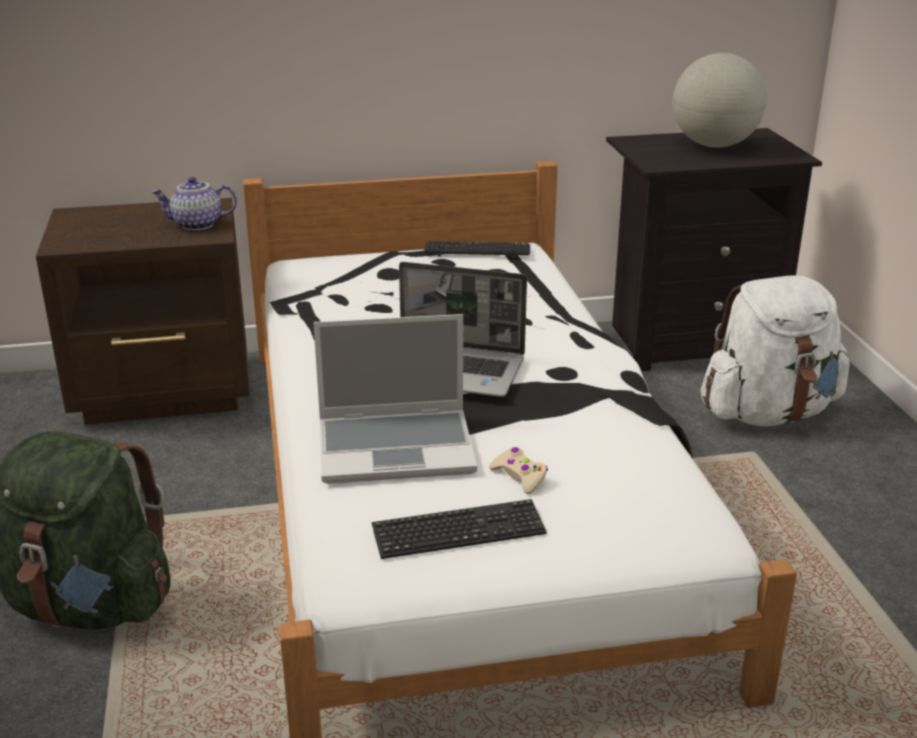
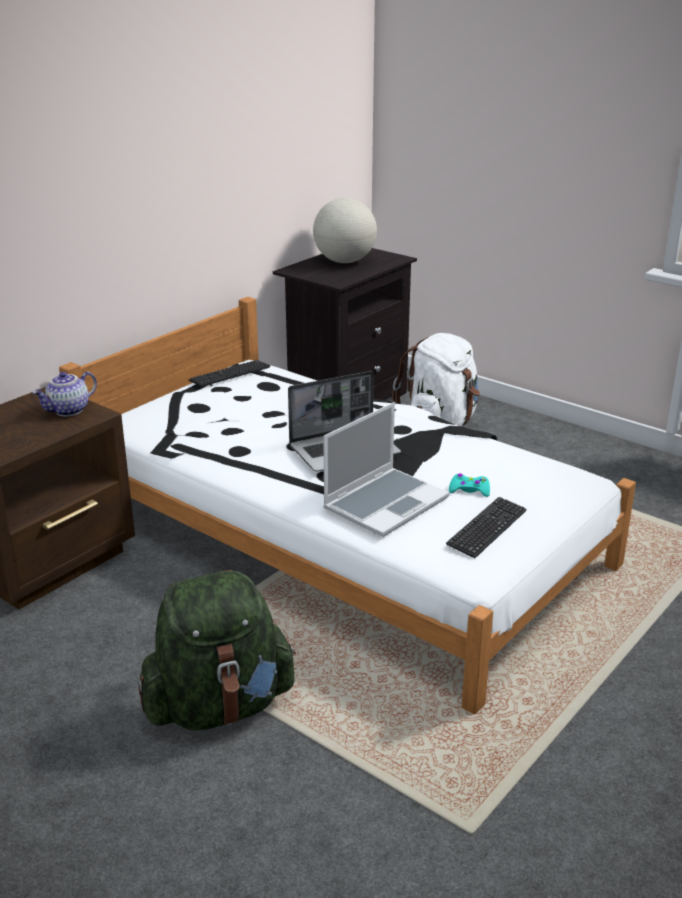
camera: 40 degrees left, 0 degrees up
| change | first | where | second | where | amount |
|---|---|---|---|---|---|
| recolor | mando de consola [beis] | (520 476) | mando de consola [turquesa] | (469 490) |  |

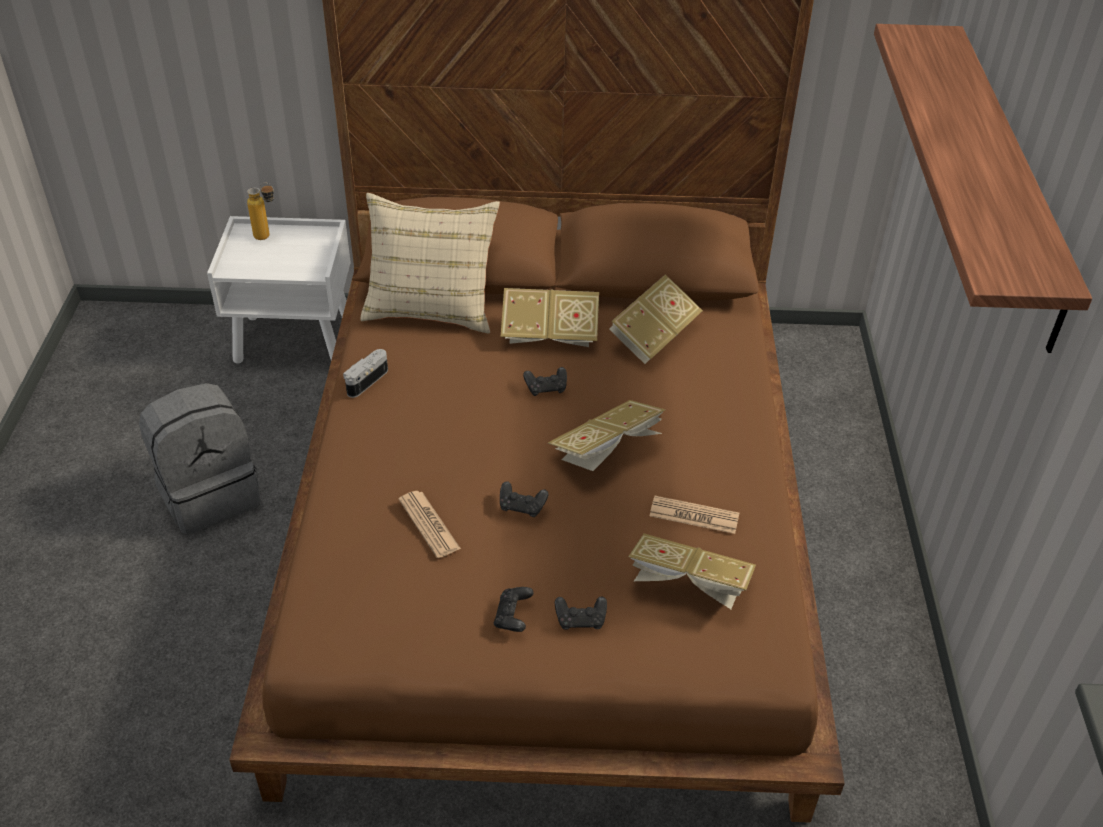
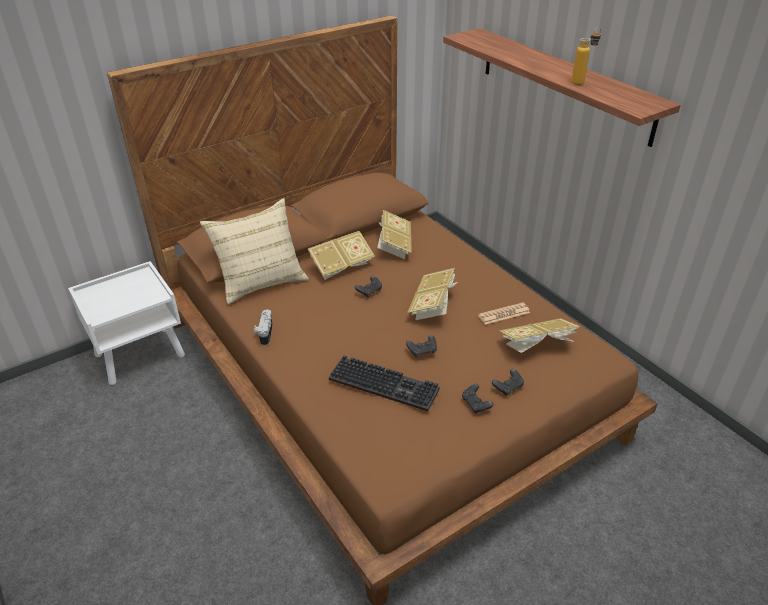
camera: 35 degrees left, 5 degrees down
| change | first | where | second | where | amount |
|---|---|---|---|---|---|
| replace | periódico | (429 524) | teclado | (386 384) |  |
| move | botella | (268 237) |  | (582 82) |  |
| delete | mochila [gris] | (210 494) |  |  |  |

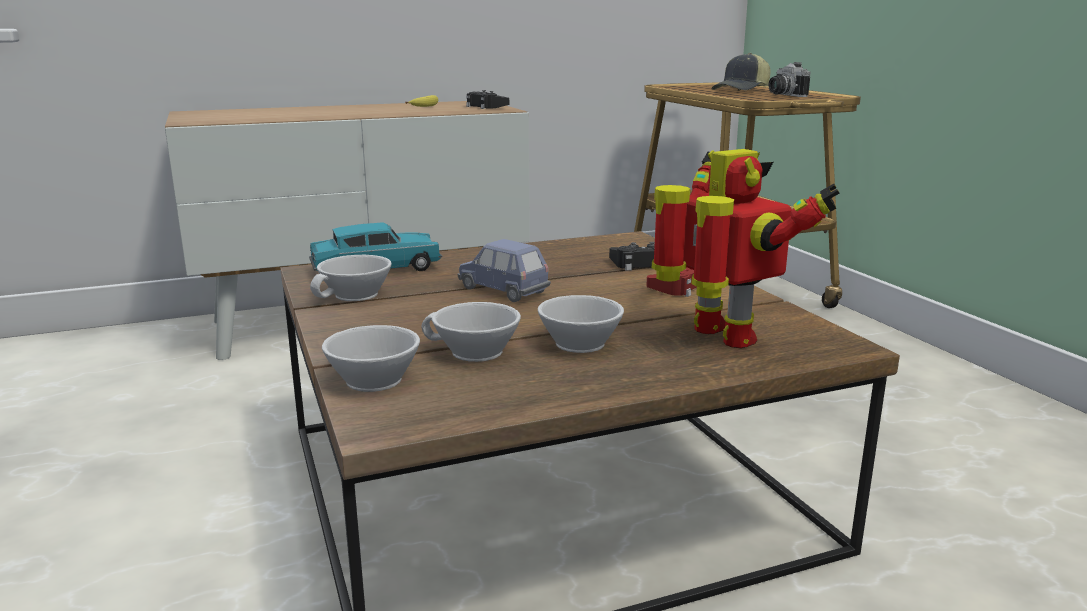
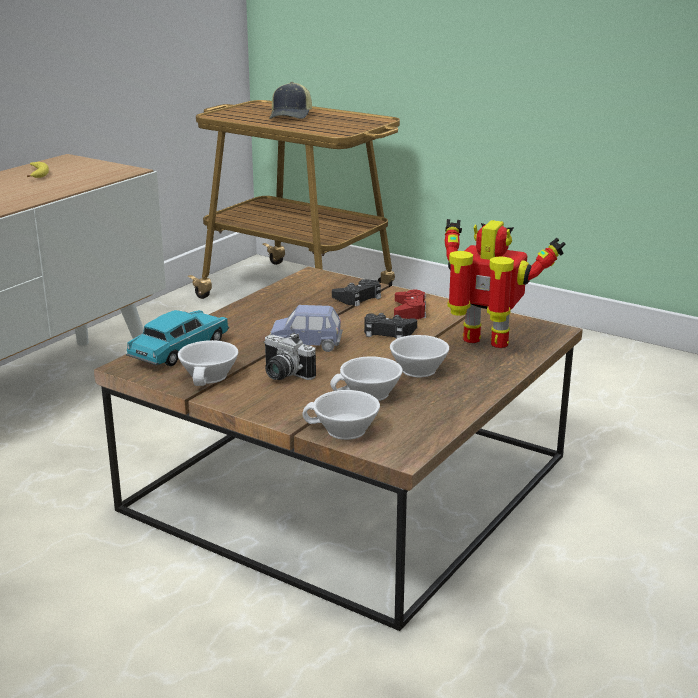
camera: 35 degrees left, 5 degrees up
| change | first | where | second | where | amount |
|---|---|---|---|---|---|
| move | cámara | (783 95) |  | (282 375) |  |
| move | mando de consola [negro] | (486 106) |  | (388 332) |  |

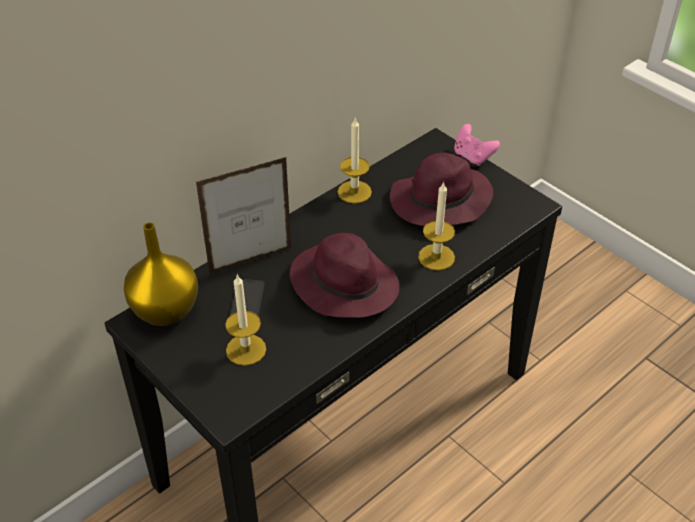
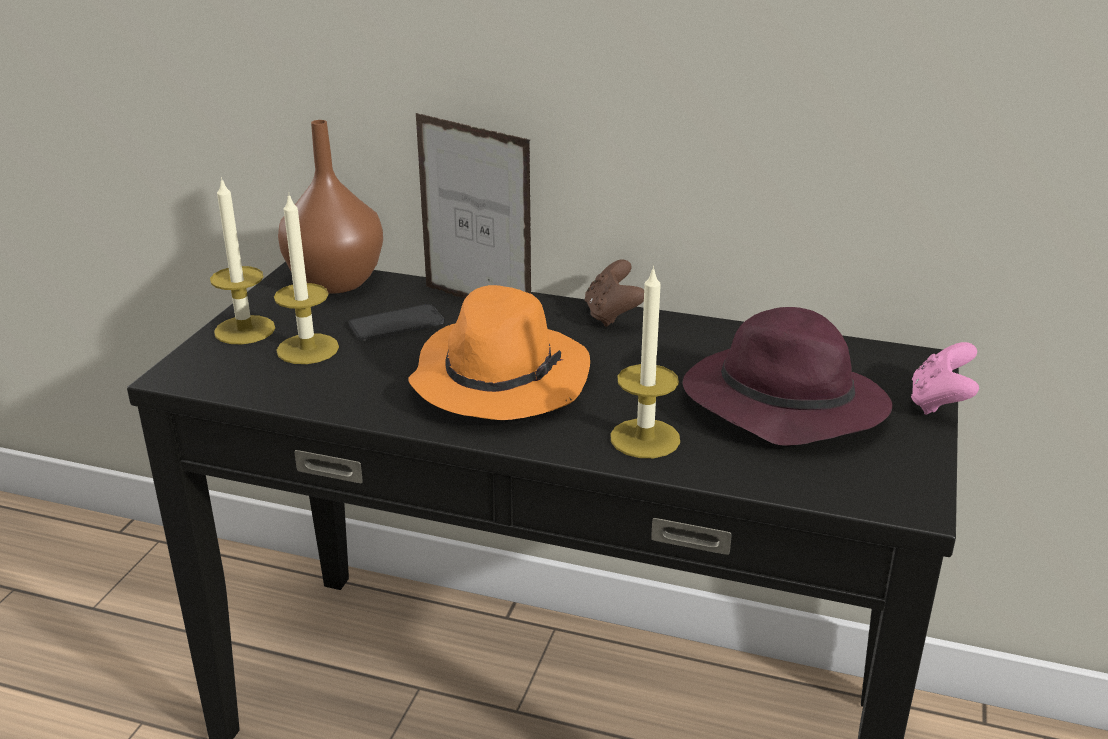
camera: 60 degrees right, 15 degrees down
| change | first | where | second | where | amount |
|---|---|---|---|---|---|
| move | vela | (354 192) |  | (244 330) |  |
| recolor | florero [amarillo] | (167 310) | florero [marrón] | (338 282) |  |
| recolor | sombrero [morado] | (343 284) | sombrero [naranja] | (499 378) |  |
| insert |  |  | mando de consola [marrón] | (612 315) |  |

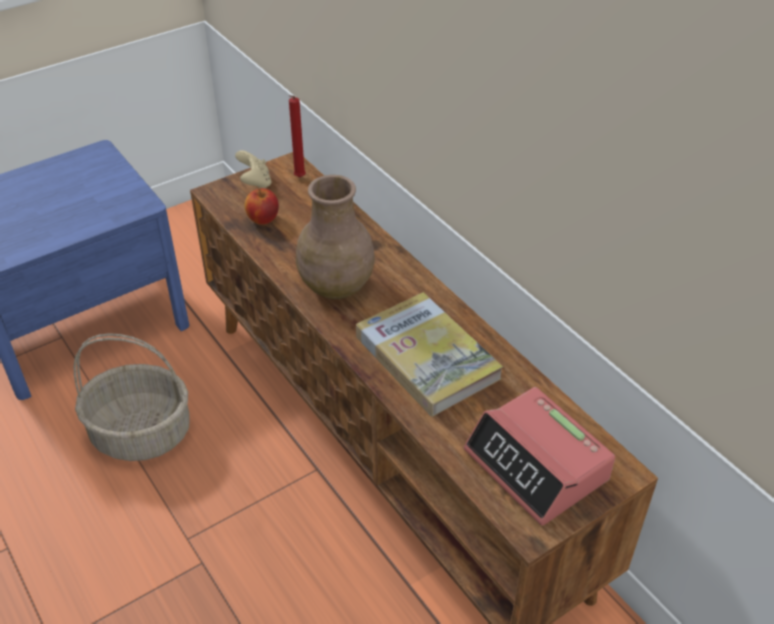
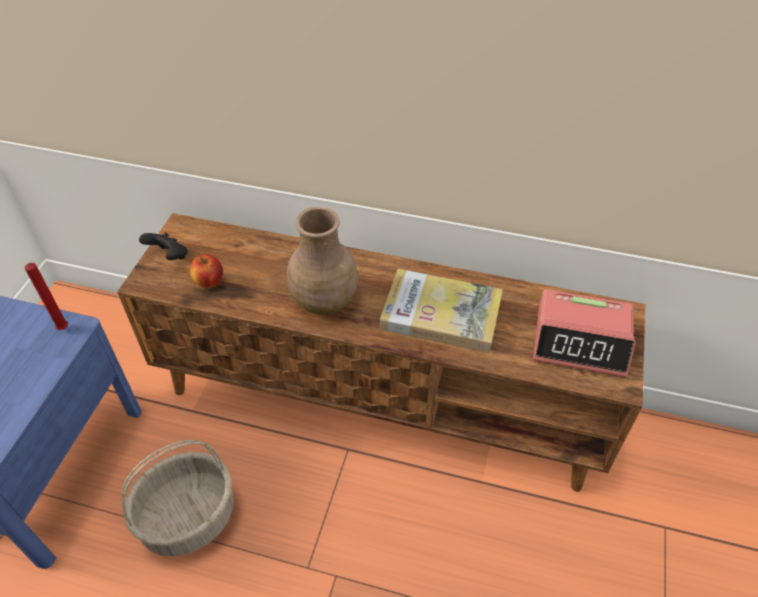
camera: 40 degrees left, 5 degrees up
| change | first | where | second | where | amount |
|---|---|---|---|---|---|
| move | vela [rojo] | (299 178) |  | (63 330) |  |
| recolor | mando de consola [beis] | (255 183) | mando de consola [negro] | (169 257) |  |

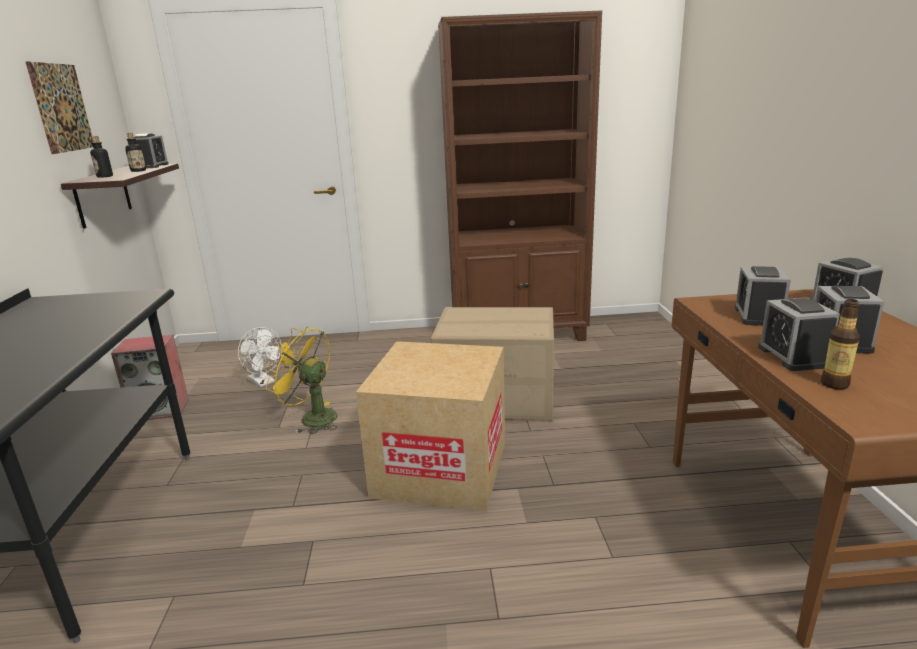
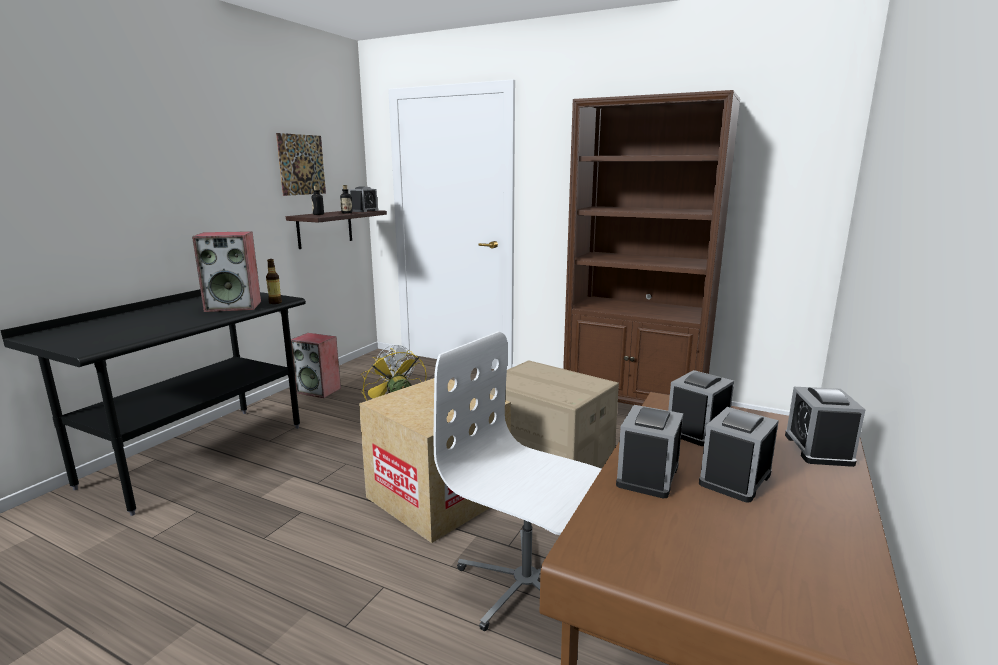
camera: 30 degrees right, 5 degrees down
| change | first | where | second | where | amount |
|---|---|---|---|---|---|
| insert |  |  | altavoz | (234 306) |  |
| move | botella | (834 384) |  | (275 302) |  |
| insert |  |  | silla de oficina [blanco] | (526 585) |  |

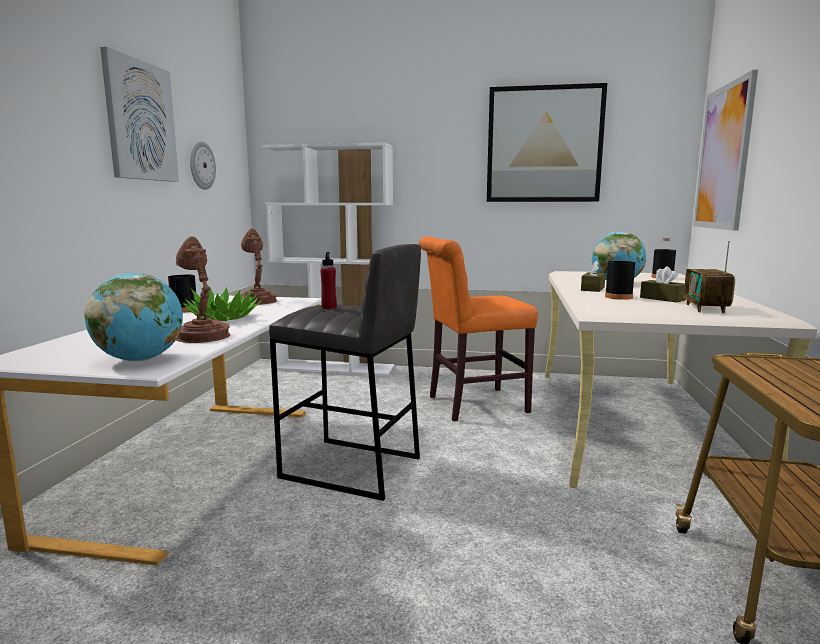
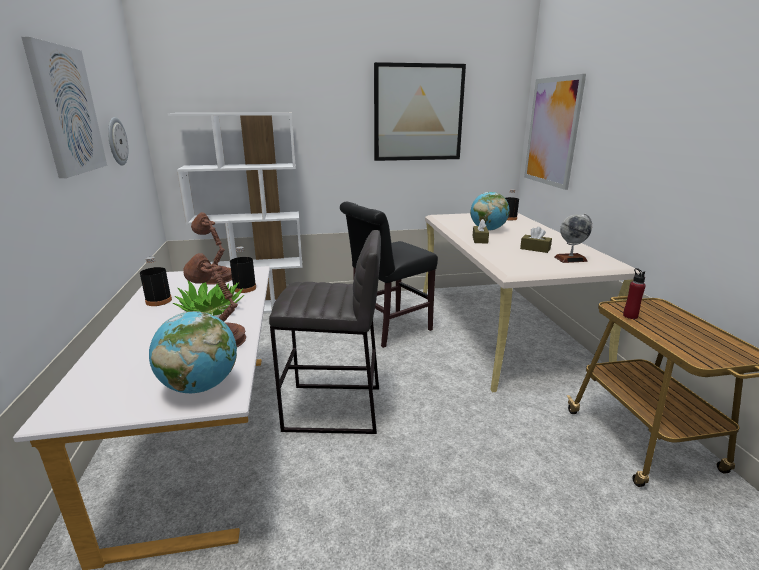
camera: 20 degrees left, 10 degrees up
| change | first | where | second | where | amount |
|---|---|---|---|---|---|
| move | botella [negro] | (618 297) |  | (244 288) |  |
| recolor | silla [naranja] | (472 405) | silla [negro] | (387 329) |  |
| replace | radio | (705 308) | globo terráqueo | (570 259) |  |
| move | botella [rojo] | (329 307) |  | (630 316) |  |

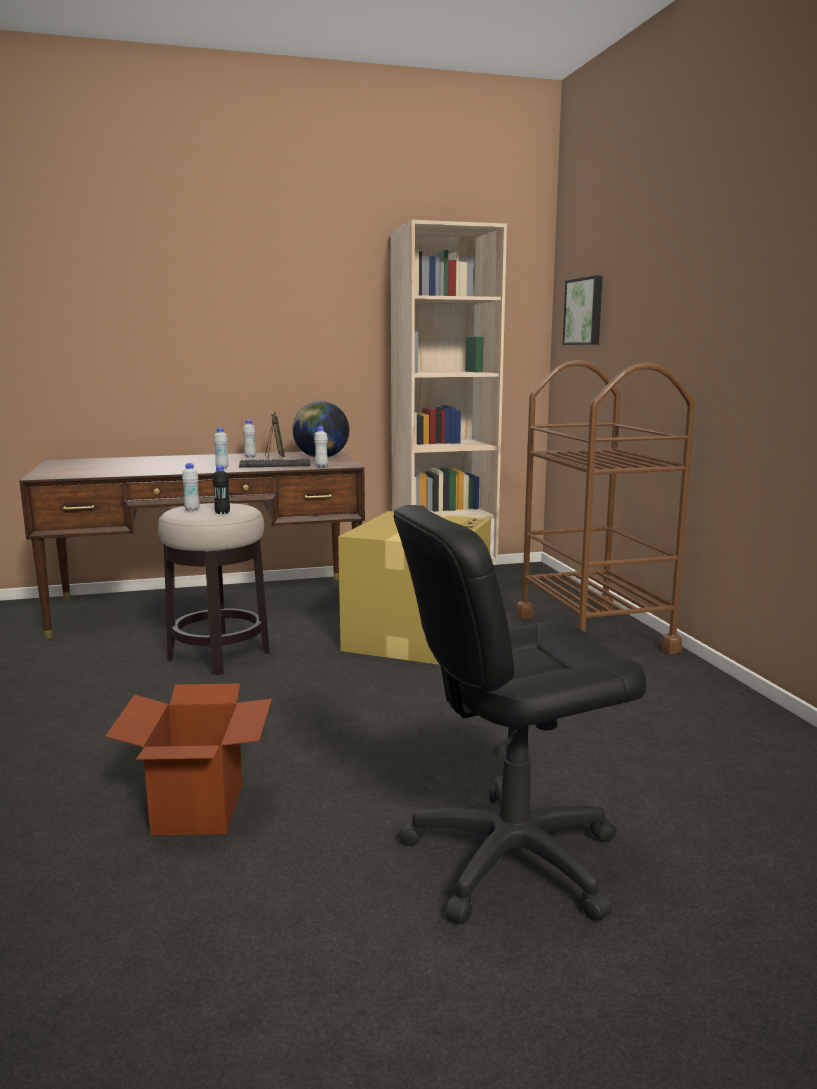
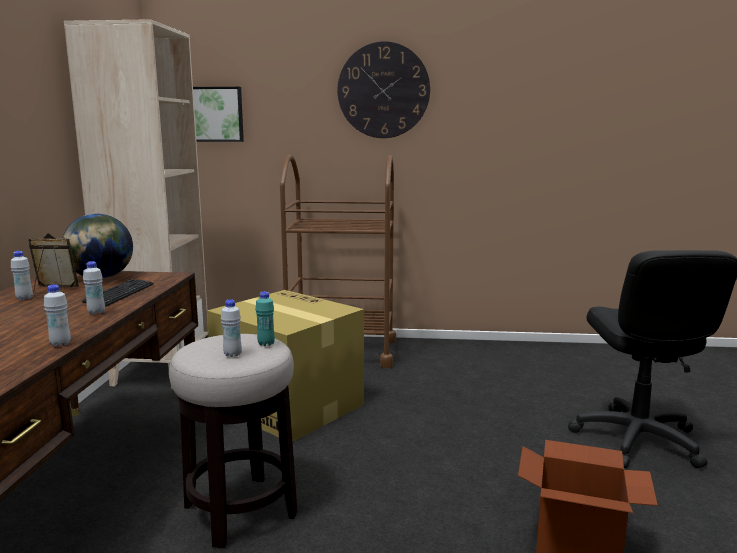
camera: 70 degrees left, 0 degrees up
| change | first | where | second | where | amount |
|---|---|---|---|---|---|
| move | botella [blanco] | (321 466) |  | (60 344) |  |
| recolor | botella [negro] | (222 513) | botella [turquesa] | (266 344) |  |
| insert |  |  | reloj de pared | (383 90) |  |

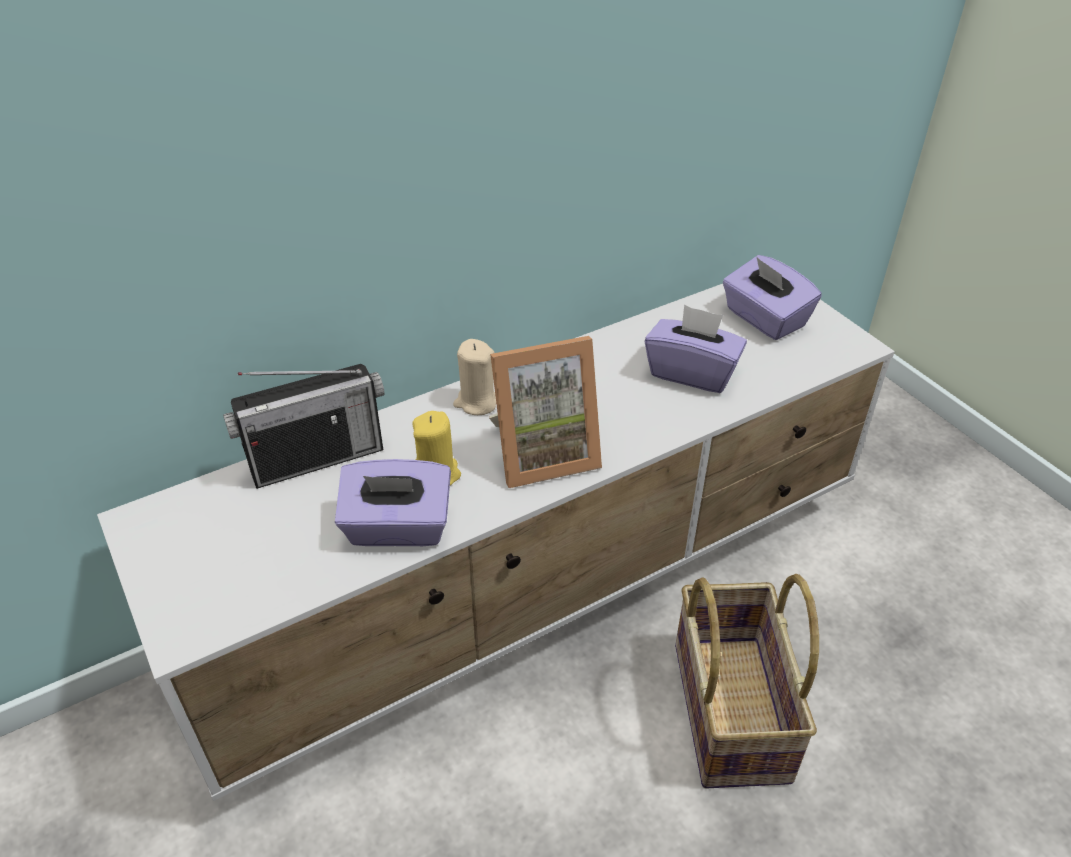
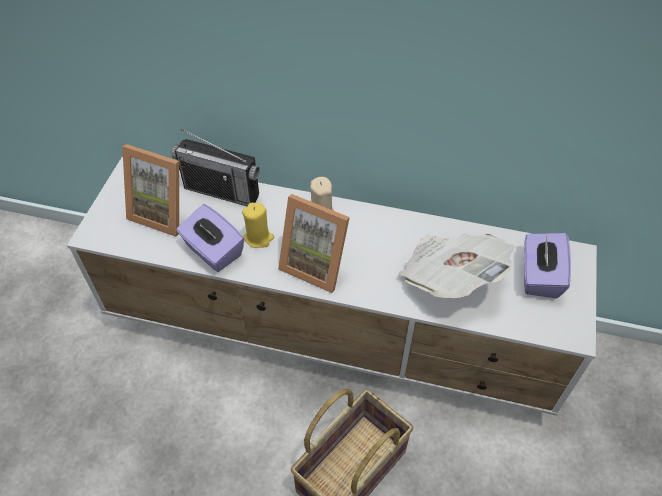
camera: 45 degrees right, 10 degrees up
| change | first | where | second | where | amount |
|---|---|---|---|---|---|
| insert |  |  | portarretratos | (163 212) |  |
| replace | caja de pañuelos [morado] | (692 372) | periódico | (449 277) |  |

